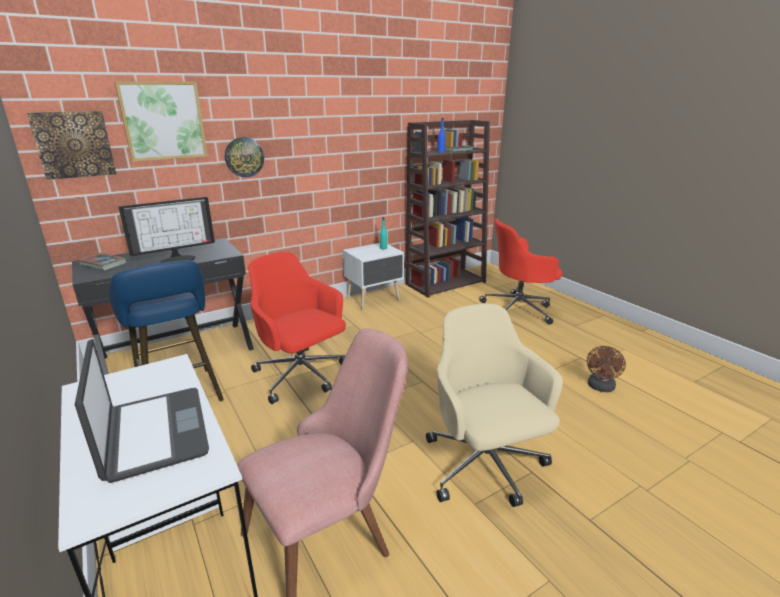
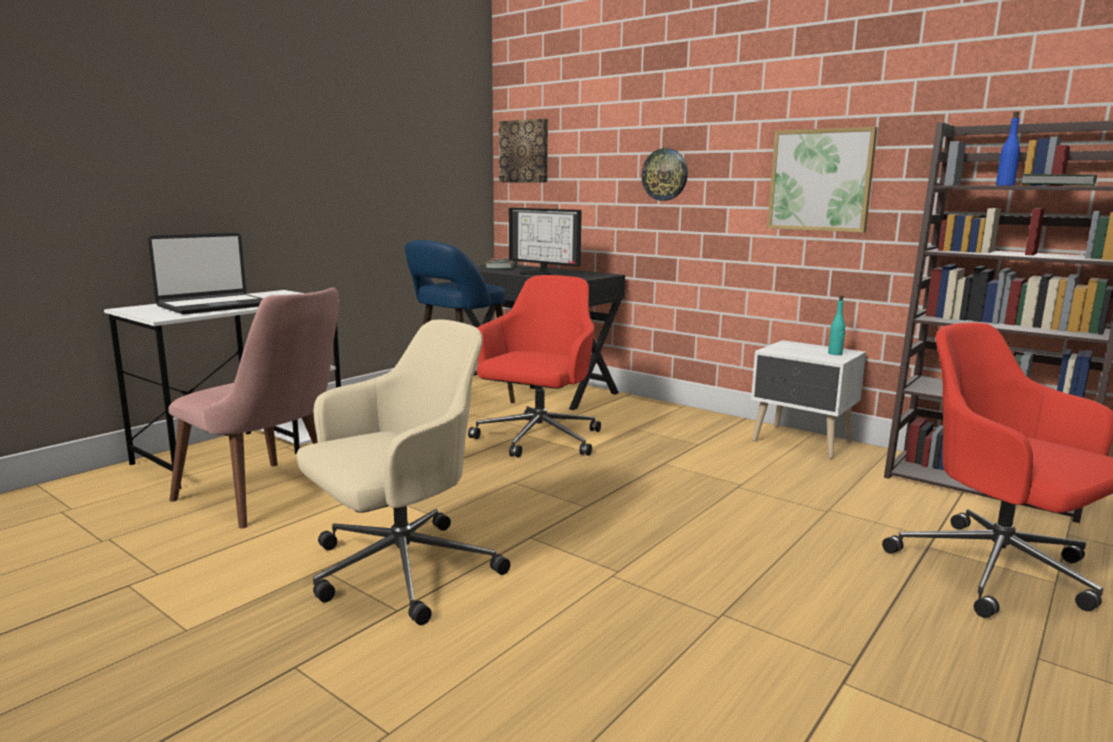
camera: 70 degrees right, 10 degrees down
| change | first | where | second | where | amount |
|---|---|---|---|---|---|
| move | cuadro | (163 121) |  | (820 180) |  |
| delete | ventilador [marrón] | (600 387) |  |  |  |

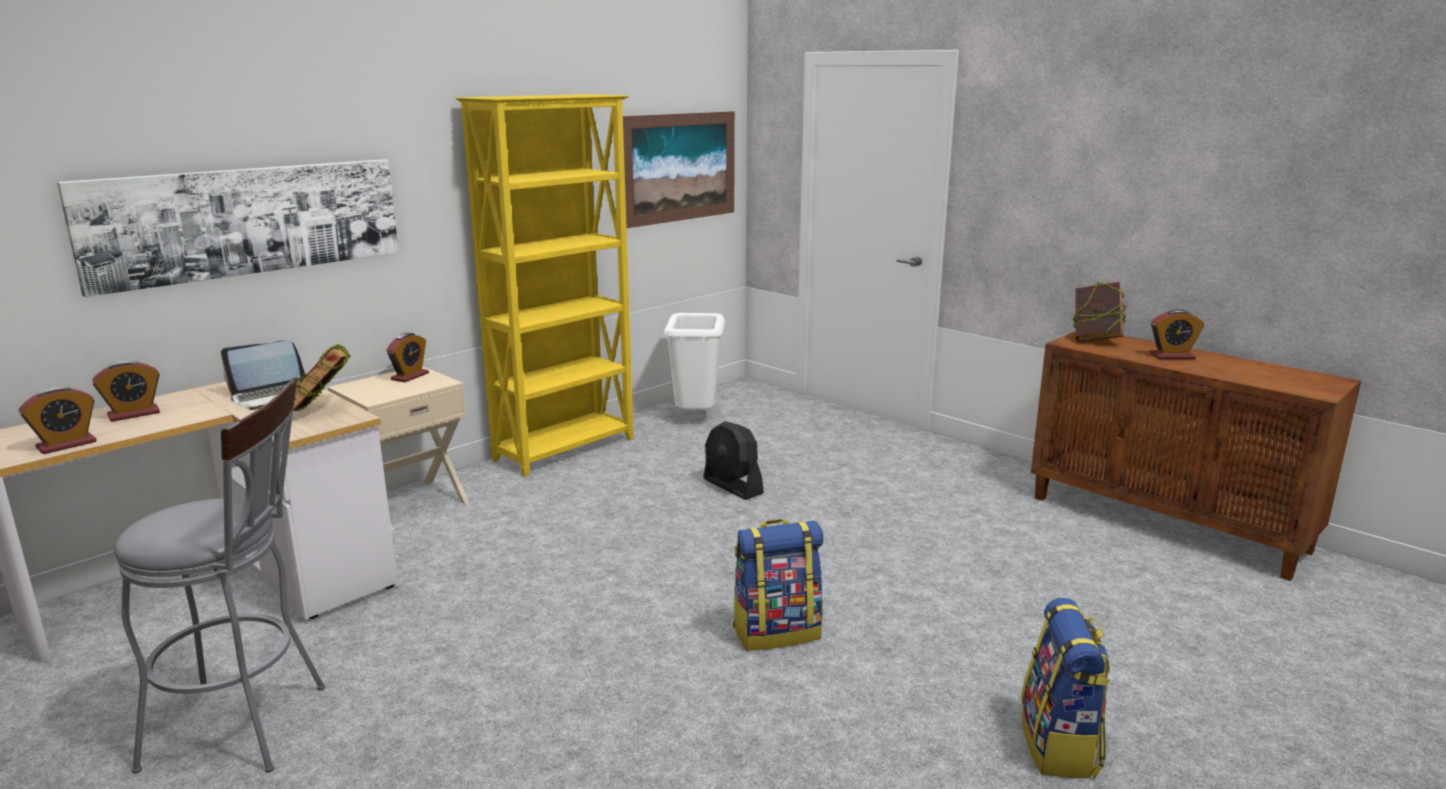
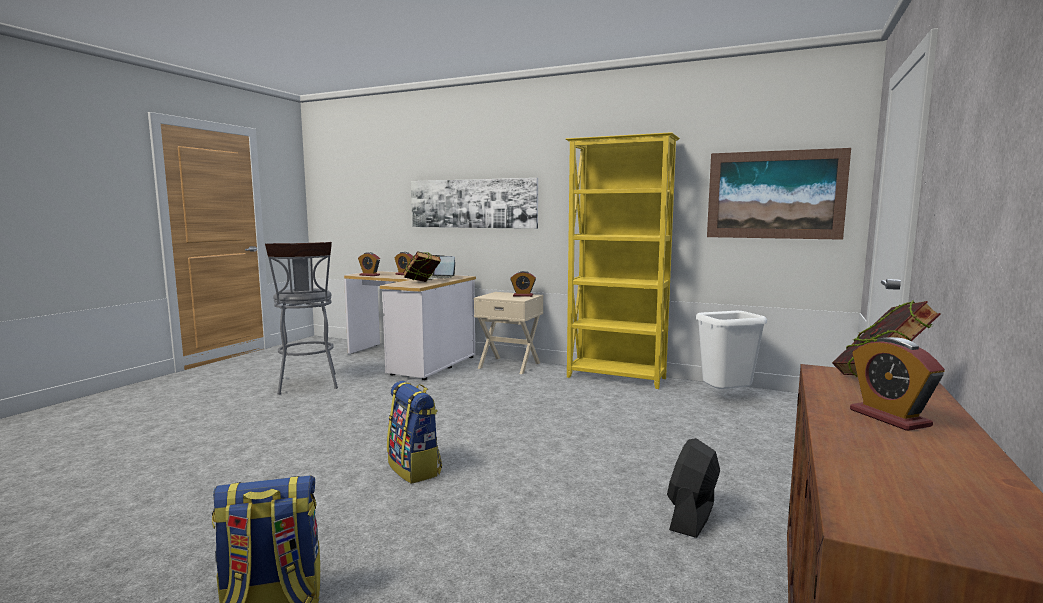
camera: 70 degrees right, 10 degrees down
| change | first | where | second | where | amount |
|---|---|---|---|---|---|
| move | ventilador [negro] | (732 486) |  | (692 516) |  |

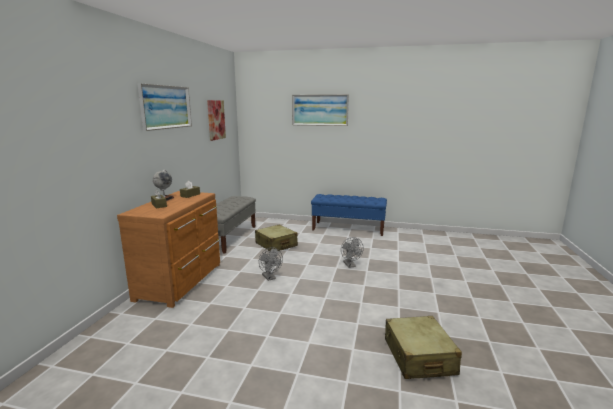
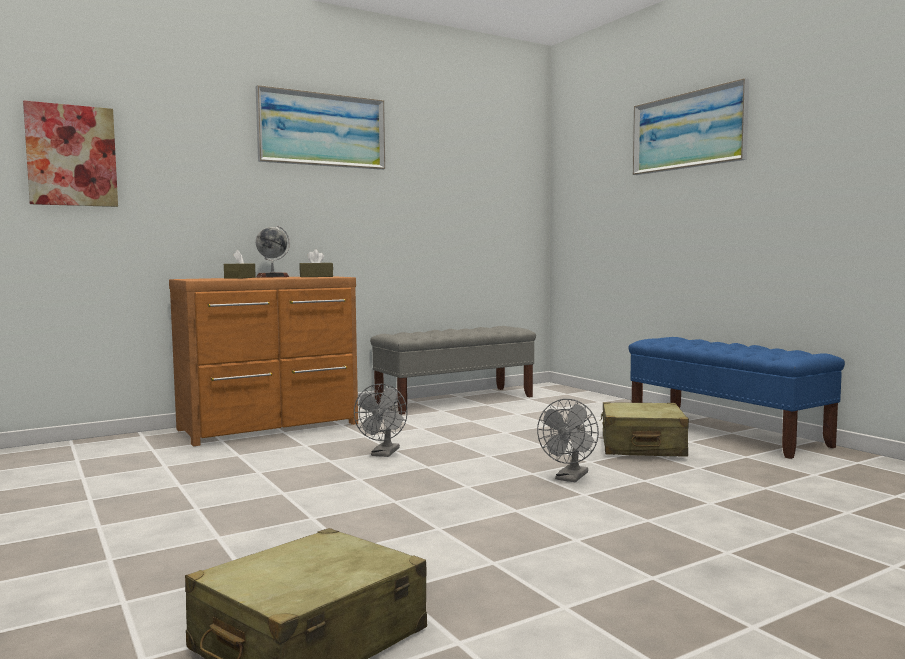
camera: 45 degrees right, 10 degrees down
| change | first | where | second | where | amount |
|---|---|---|---|---|---|
| move | cuadro | (216 120) |  | (71 155) |  |
| move | maleta [beis] | (276 245) |  | (642 447) |  |

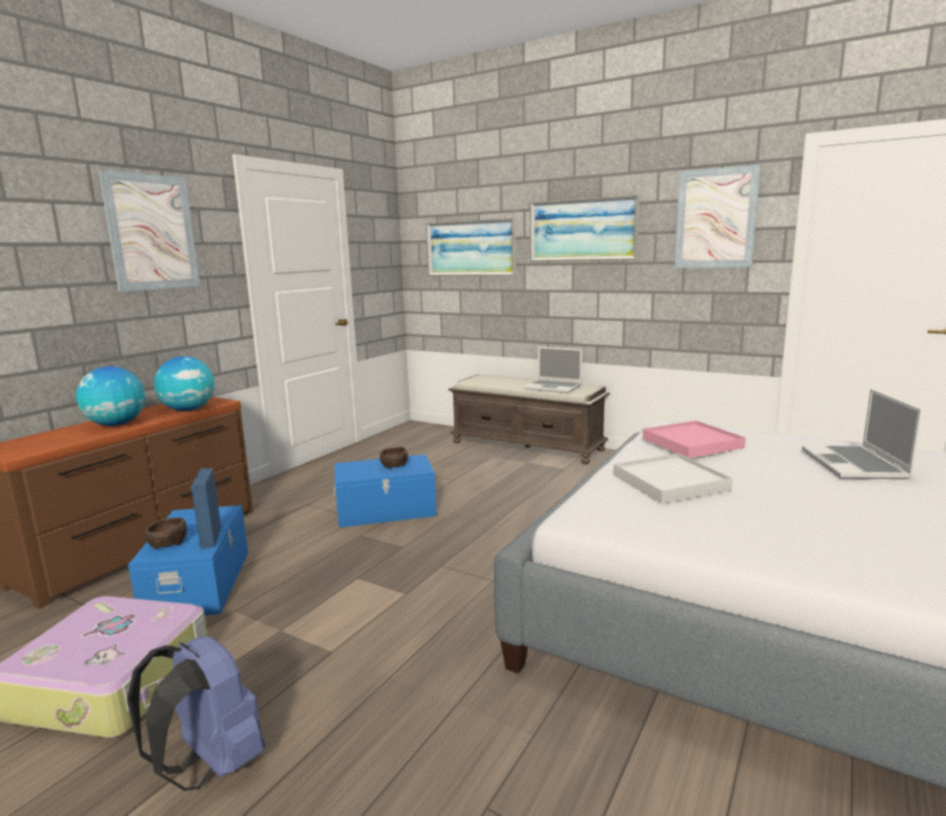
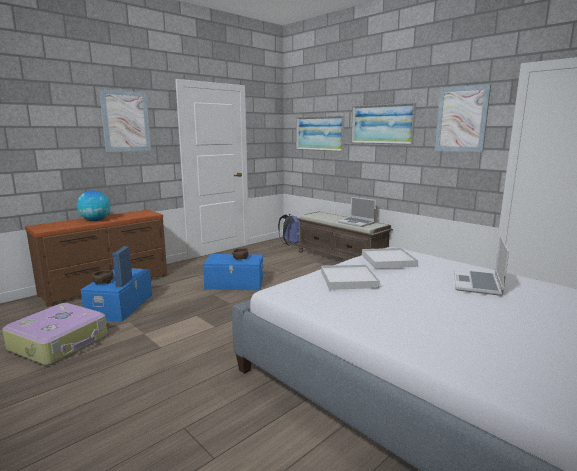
camera: 15 degrees right, 0 degrees up
| change | first | where | second | where | amount |
|---|---|---|---|---|---|
| move | mochila [azul] | (211 765) |  | (290 244) |  |
| recolor | bandeja [rosa] | (692 443) | bandeja [blanco] | (388 260) |  |
| delete | globo terráqueo | (188 410) |  |  |  |

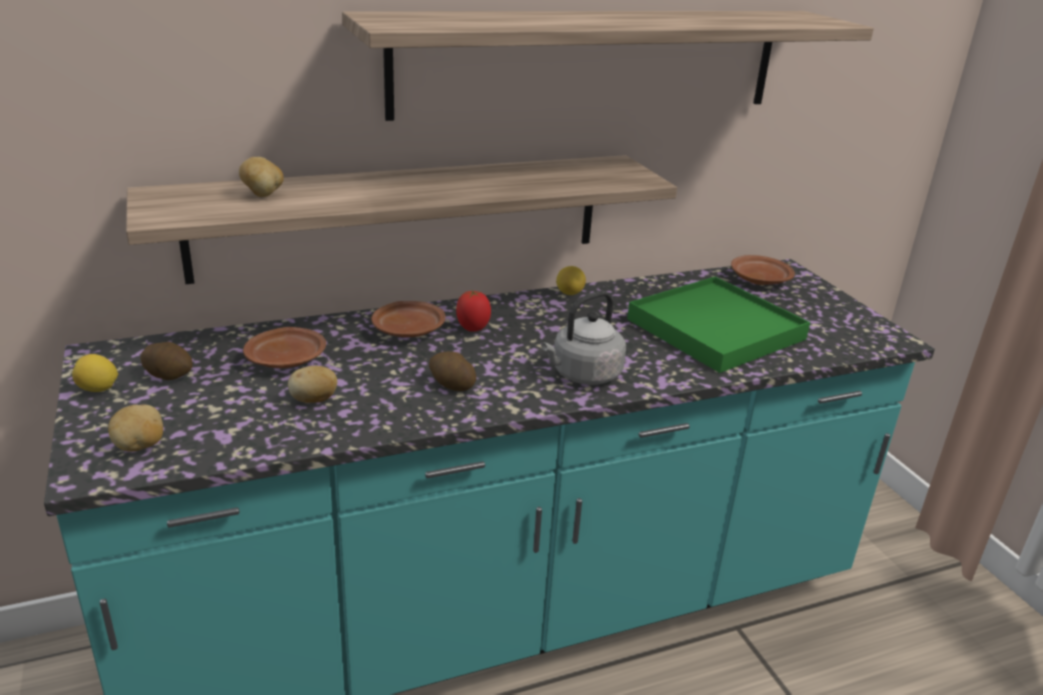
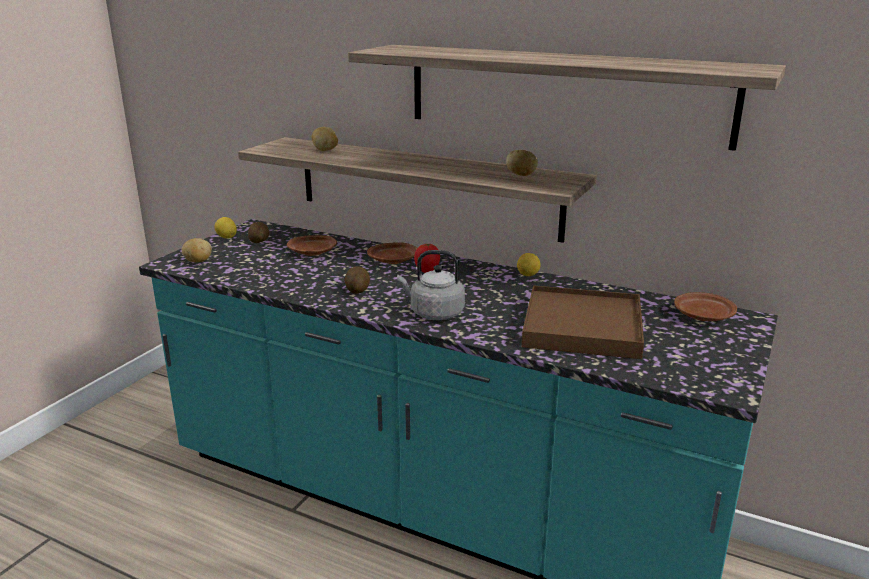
camera: 50 degrees right, 5 degrees down
| change | first | where | second | where | amount |
|---|---|---|---|---|---|
| move | patata | (314 400) |  | (521 175) |  |
| recolor | bandeja [verde] | (716 329) | bandeja [marrón] | (583 327) |  |

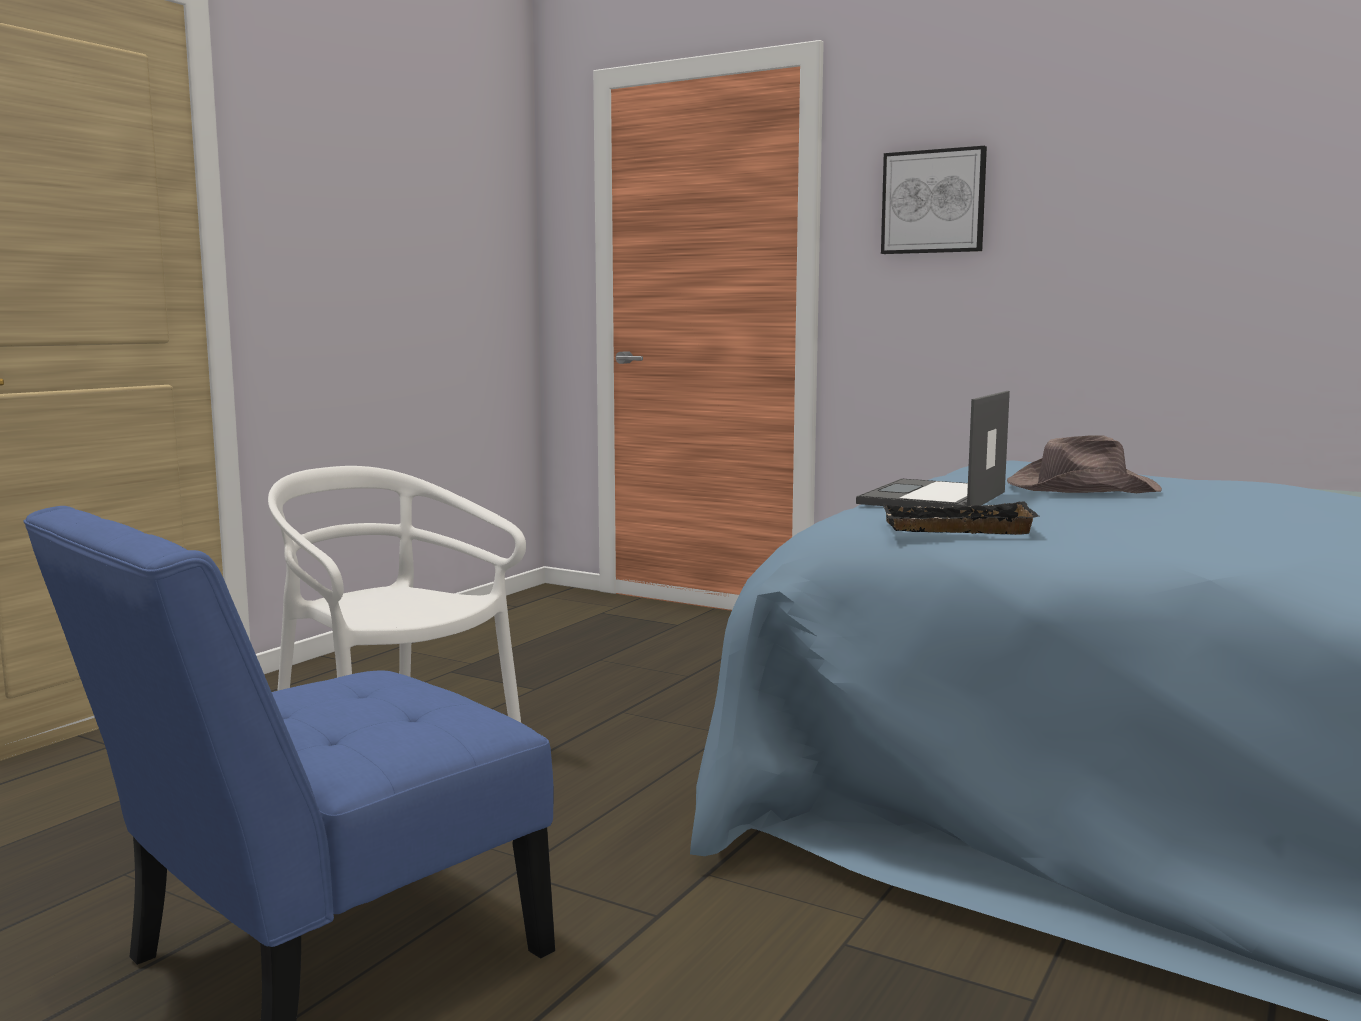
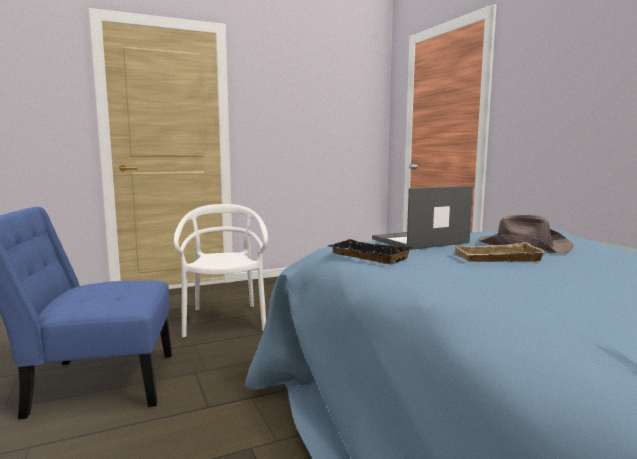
camera: 35 degrees right, 0 degrees up
| change | first | where | second | where | amount |
|---|---|---|---|---|---|
| insert |  |  | bandeja [beis] | (497 259) |  |
| delete | cuadro | (933 202) |  |  |  |

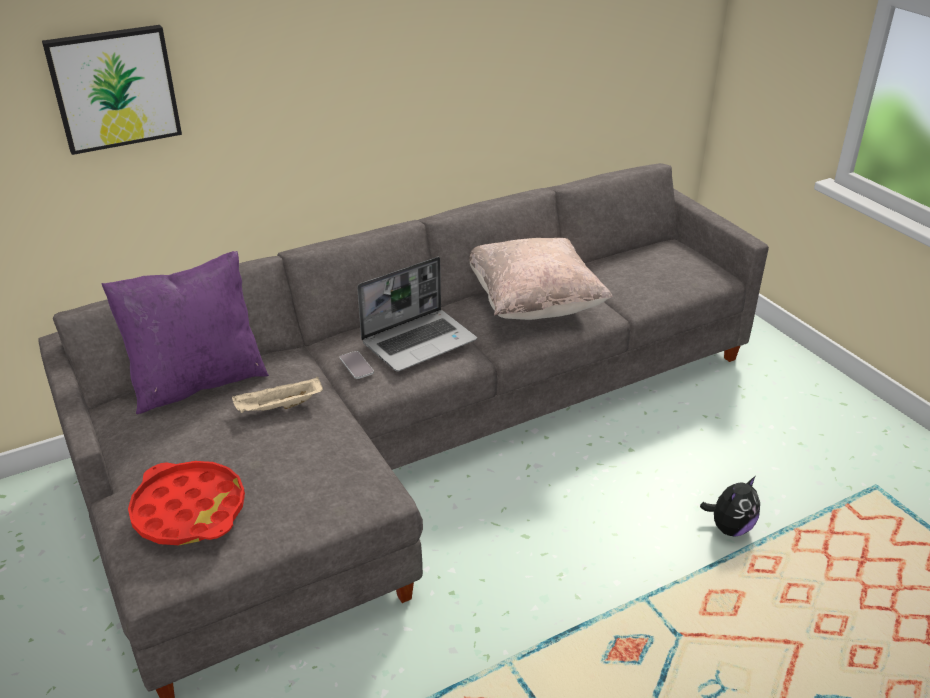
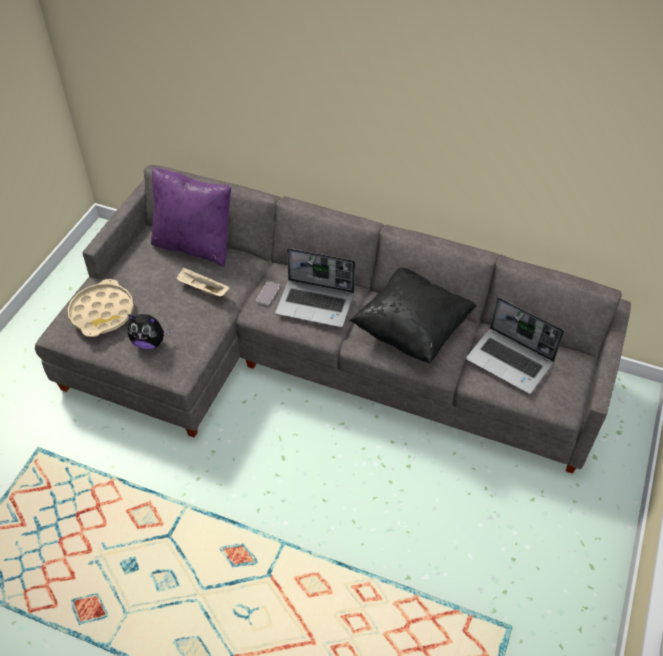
camera: 50 degrees right, 15 degrees up
| change | first | where | second | where | amount |
|---|---|---|---|---|---|
| recolor | bandeja [rojo] | (189 510) | bandeja [beis] | (102 313) |  |
| move | peluche | (729 527) |  | (149 343) |  |
| recolor | cojín [beis] | (533 304) | cojín [negro] | (412 330) |  |
| insert |  |  | portátil | (510 361) |  |
| delete | cuadro | (114 88) |  |  |  |

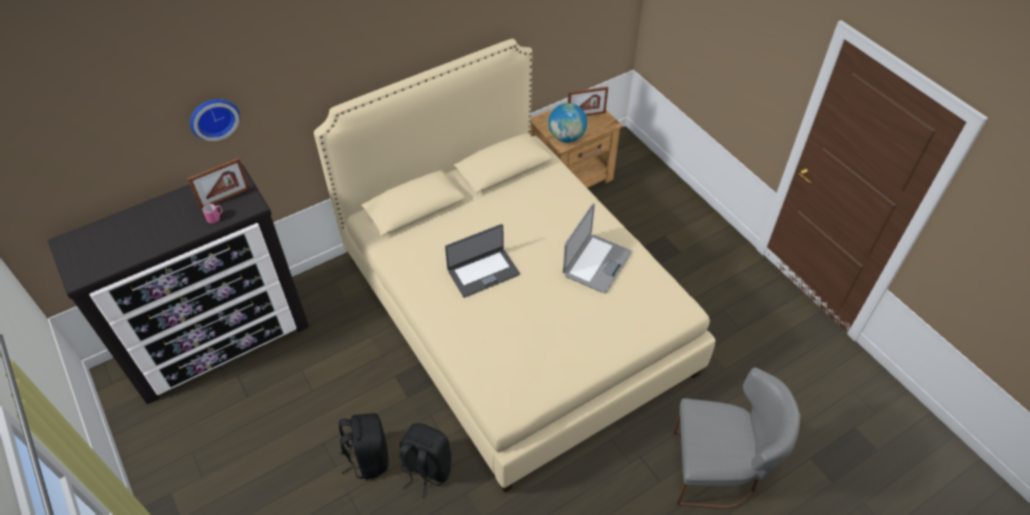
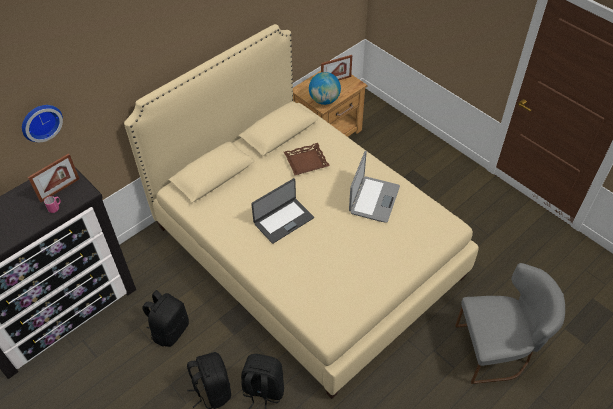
camera: 10 degrees left, 0 degrees up
| change | first | where | second | where | amount |
|---|---|---|---|---|---|
| insert |  |  | mochila [negro] | (170 330) |  |
| insert |  |  | bandeja [marrón] | (306 161) |  |

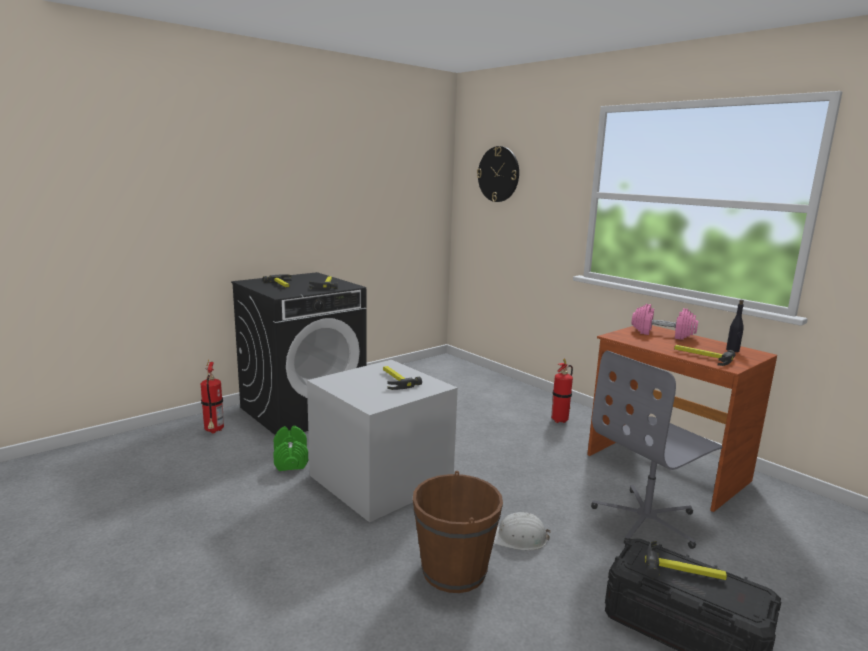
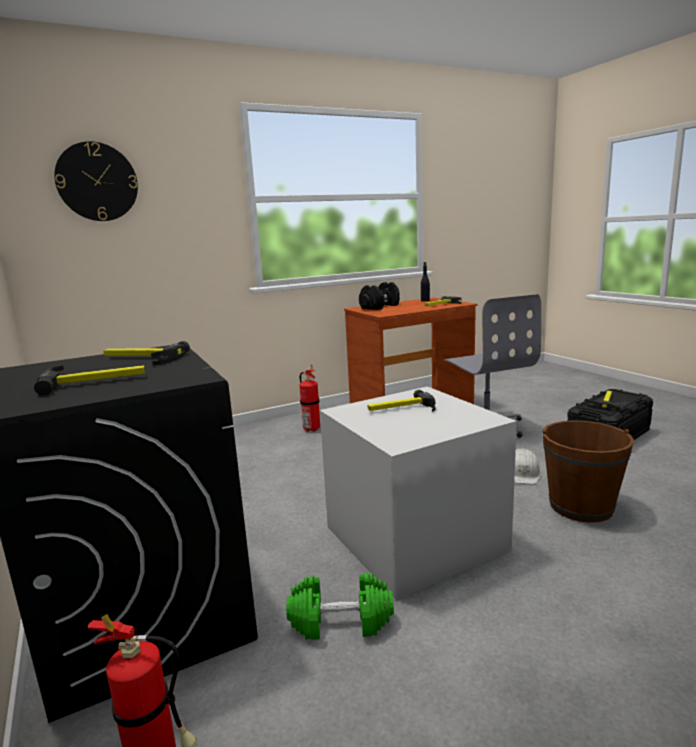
camera: 75 degrees left, 0 degrees up
| change | first | where | second | where | amount |
|---|---|---|---|---|---|
| recolor | mancuerna [rosa] | (662 334) | mancuerna [negro] | (379 307) |  |

